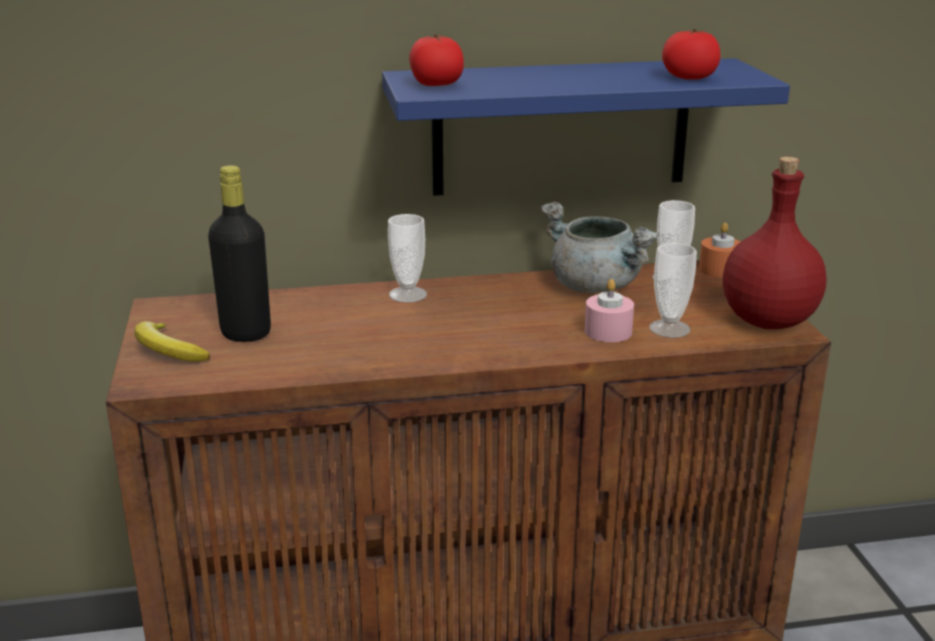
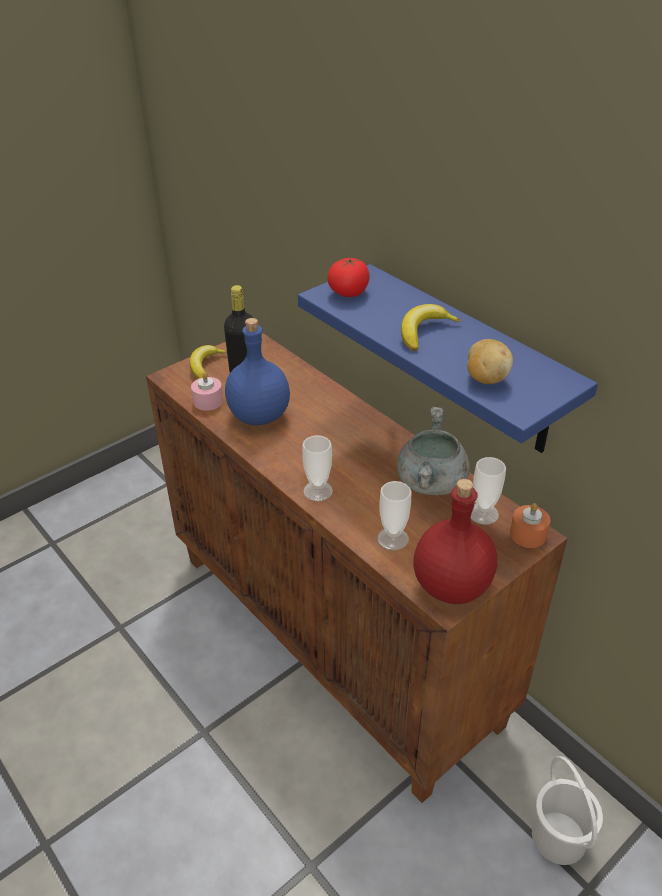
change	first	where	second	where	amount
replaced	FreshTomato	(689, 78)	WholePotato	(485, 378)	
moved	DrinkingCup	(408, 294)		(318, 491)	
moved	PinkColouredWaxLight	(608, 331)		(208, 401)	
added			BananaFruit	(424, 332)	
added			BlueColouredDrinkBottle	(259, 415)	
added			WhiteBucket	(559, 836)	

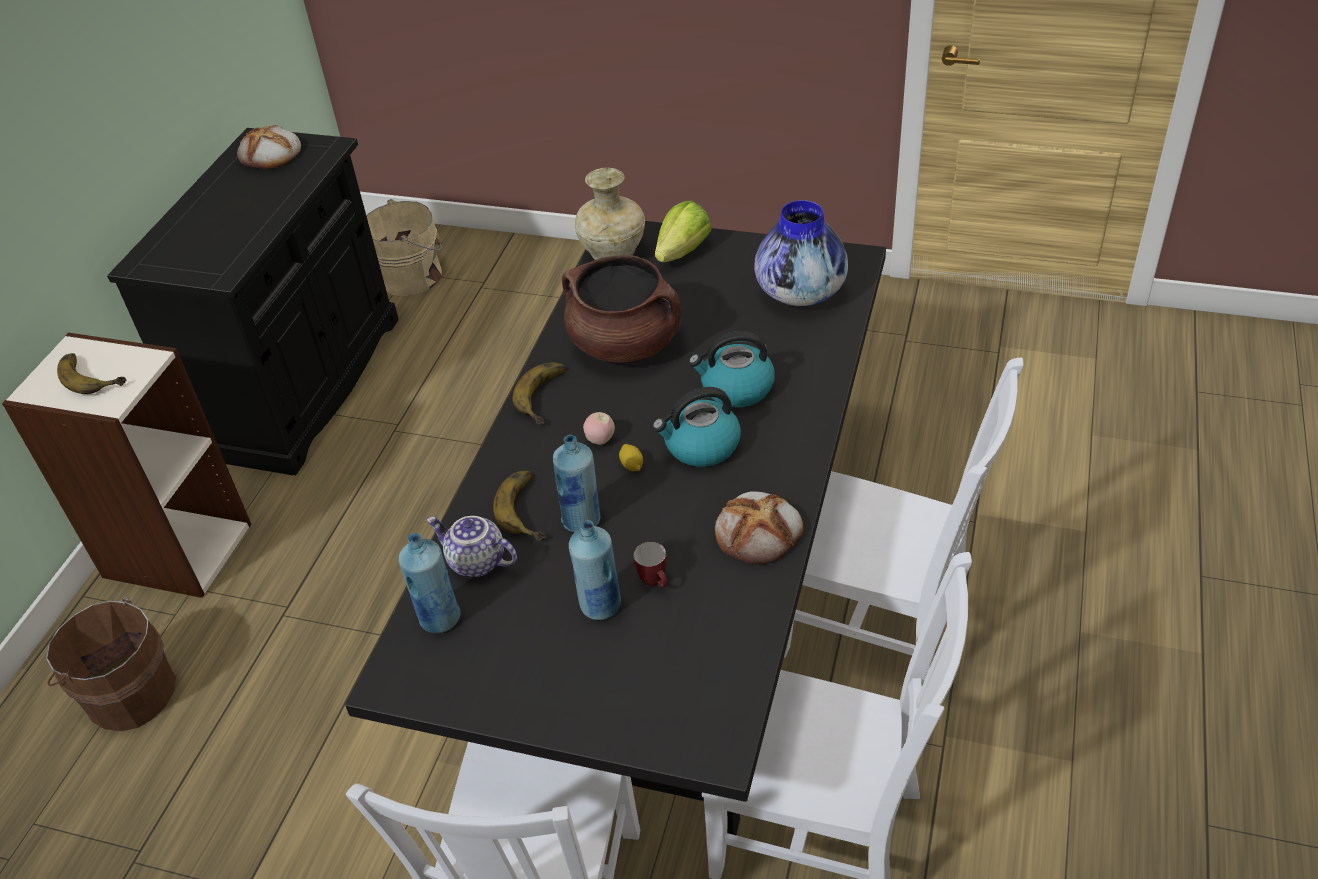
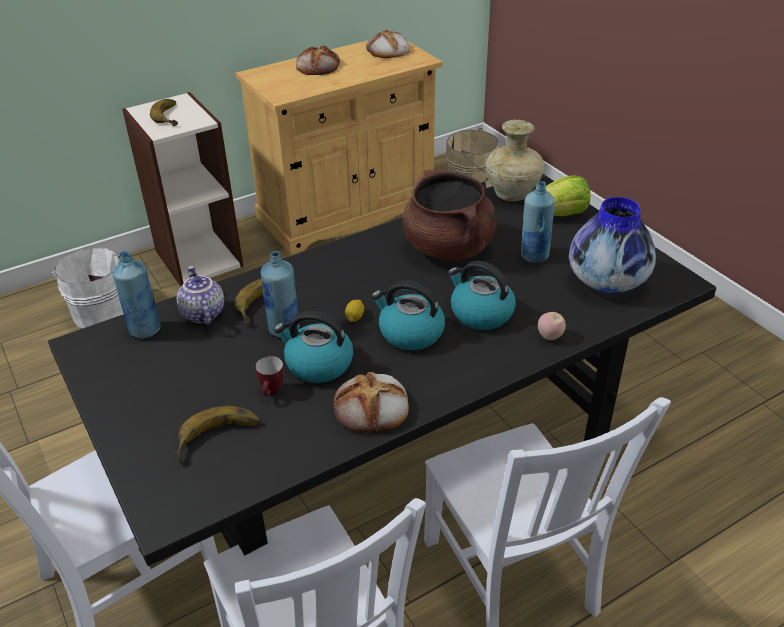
change	first	where	second	where	amount
recoloured	BlackColouredCabinet	(301, 385)	BeigeCabinet	(347, 211)	
moved	BananaFruit	(548, 396)		(219, 440)	
moved	AppleFruit	(600, 440)		(549, 337)	
moved	BlueColouredDrinkBottle	(600, 606)		(534, 256)	
recoloured	BrownBucket	(128, 692)	WhiteBucket	(101, 311)	
added			Bread	(318, 66)	
added			WaterKettle	(318, 364)	

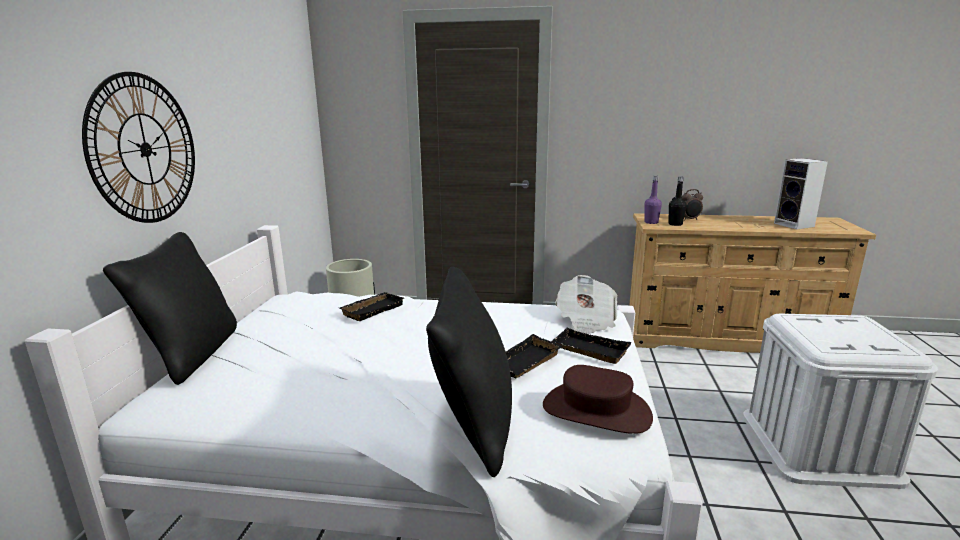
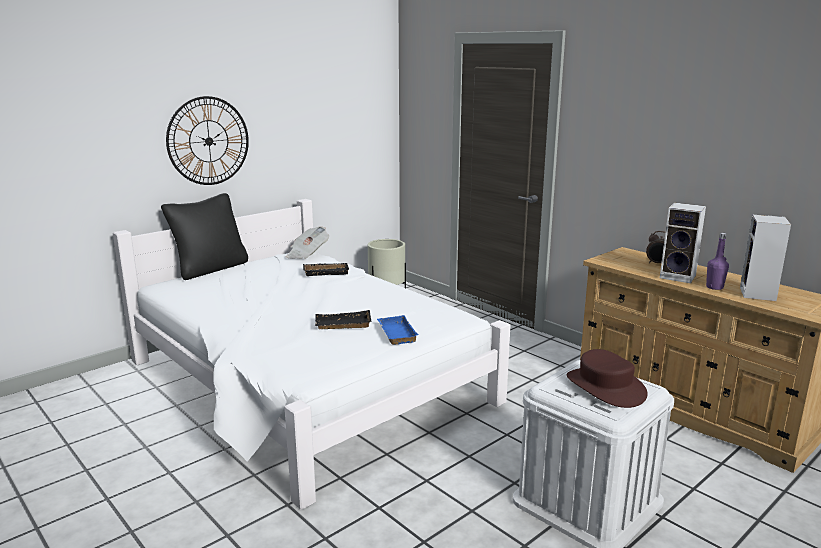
change	first	where	second	where	amount
moved	PurpleDrinkBottle	(651, 222)		(714, 287)	
removed	BlackColouredDrinkBottle	(675, 224)			
removed	BlackColouredThrowPillow	(473, 425)			
moved	Newspaper	(586, 321)		(307, 254)	
recoloured	BlackColouredTray	(588, 351)	BlueColouredTray	(395, 333)	
moved	BrownWearableHat	(596, 411)		(604, 387)	
added			AudioSpeaker	(679, 277)	

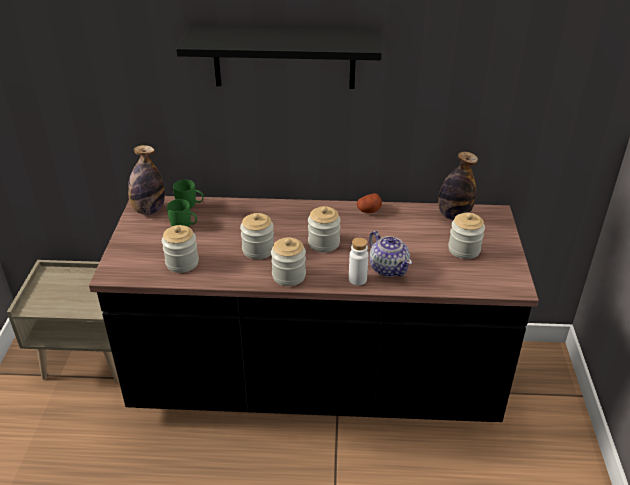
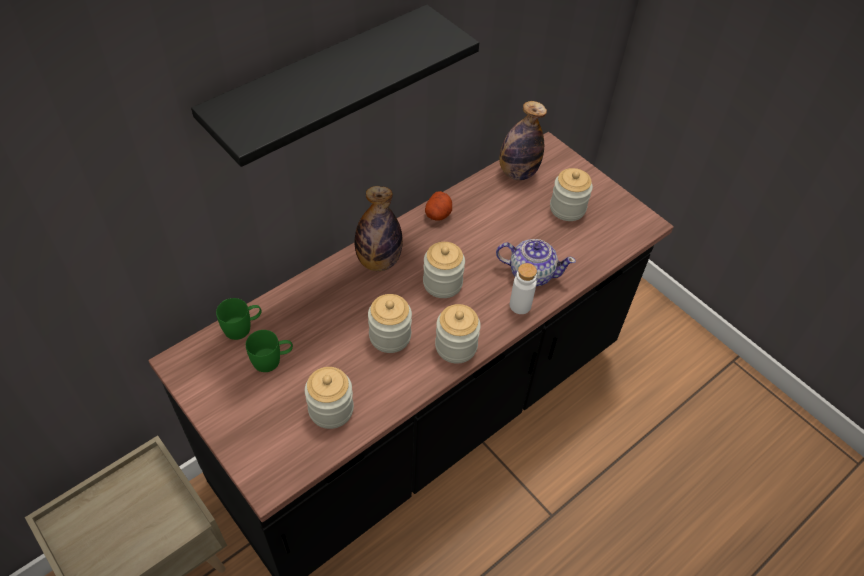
change	first	where	second	where	amount
moved	DrinkBottle	(149, 210)		(378, 261)	

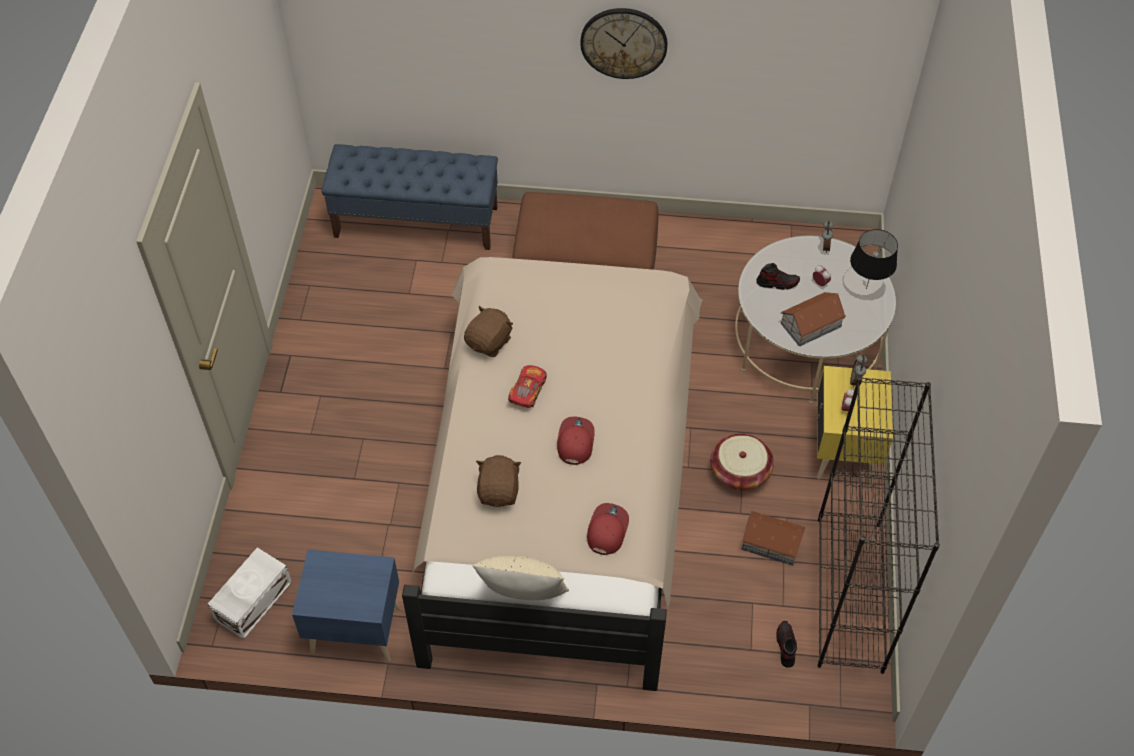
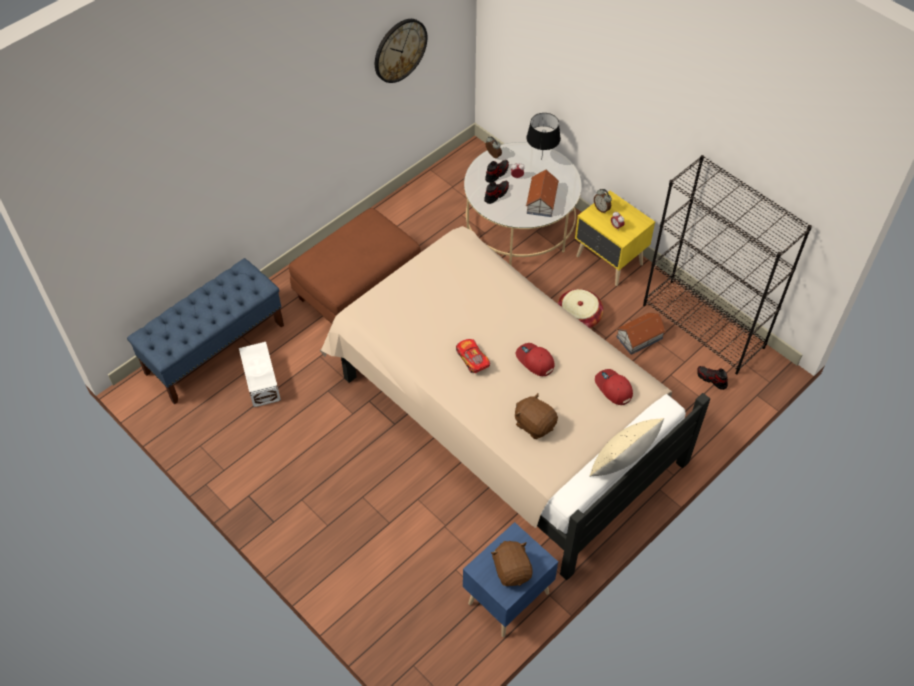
change	first	where	second	where	amount
moved	HangingClock	(624, 42)		(400, 50)	
moved	BrownPlushToy	(489, 342)		(512, 570)	
moved	WhiteStorageContainer	(252, 602)		(261, 382)	
added			Shoe	(497, 173)	

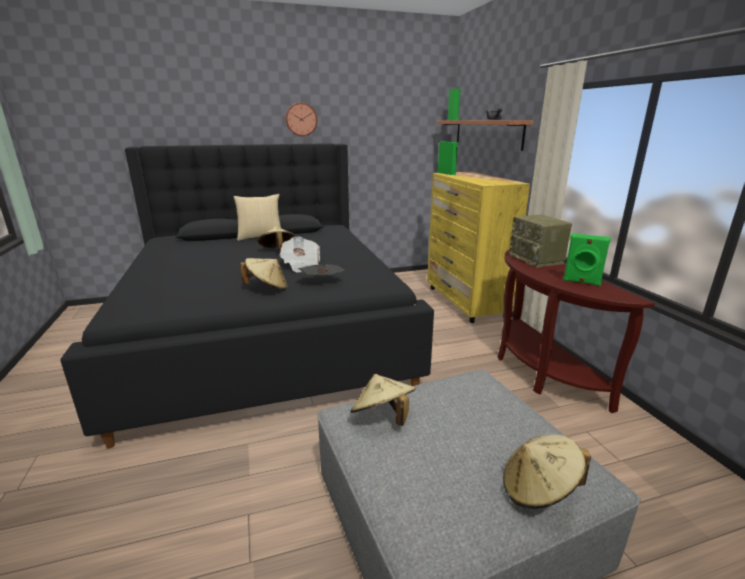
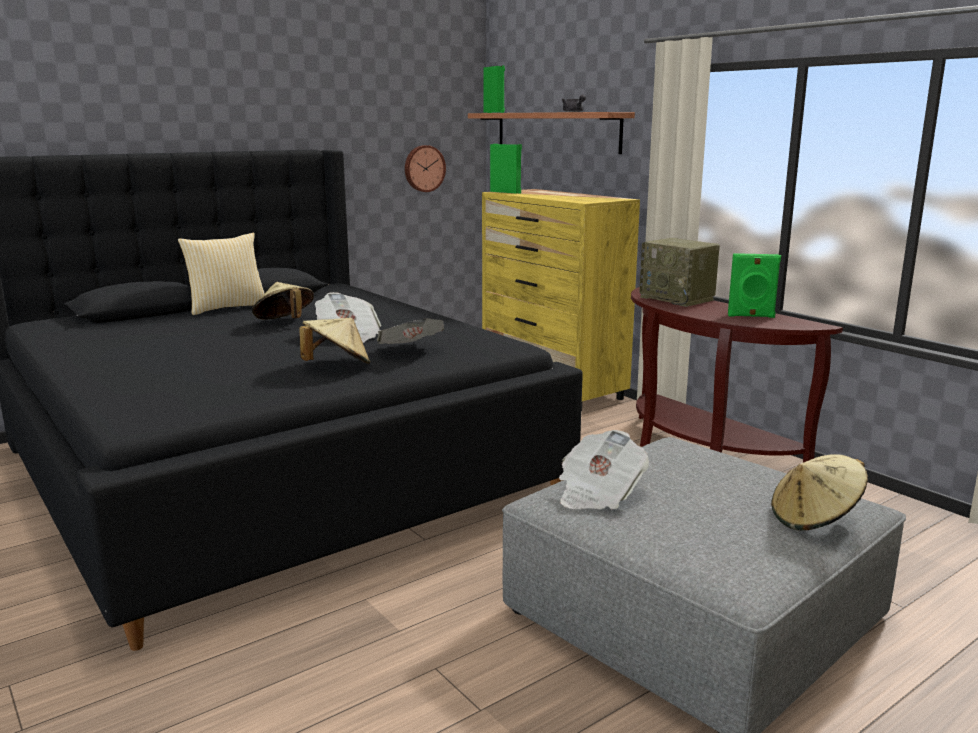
change	first	where	second	where	amount
moved	HangingClock	(301, 119)		(424, 168)	
replaced	BeigeWearableHat	(383, 417)	Newspaper	(598, 494)	

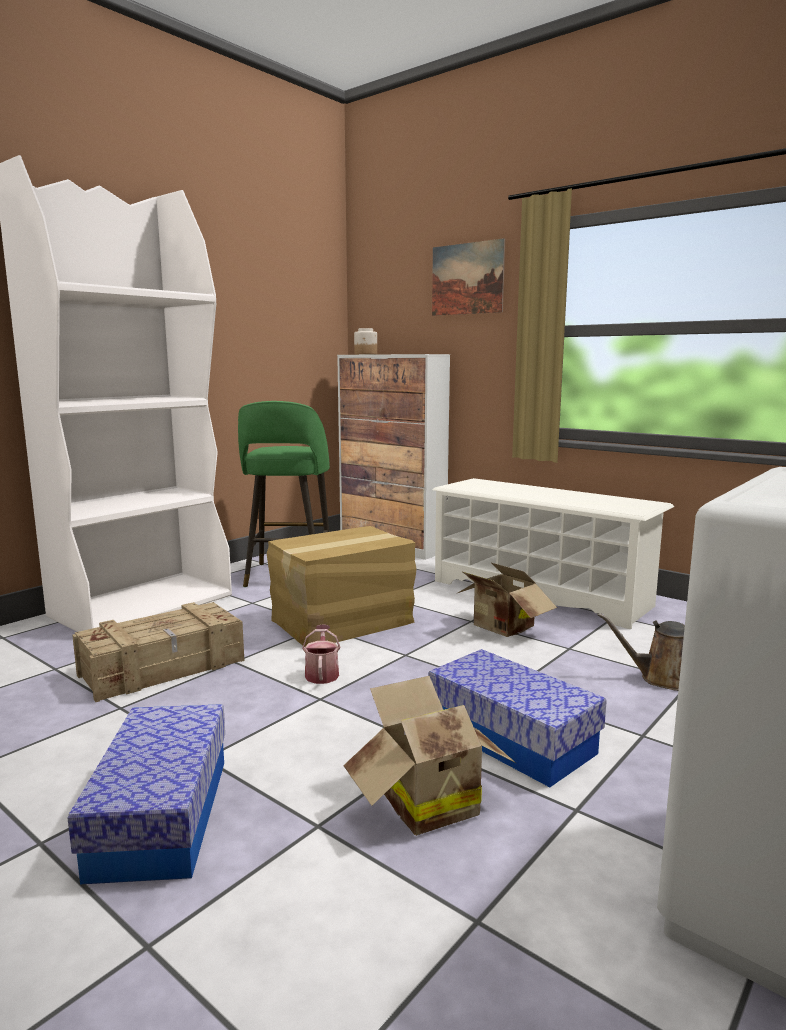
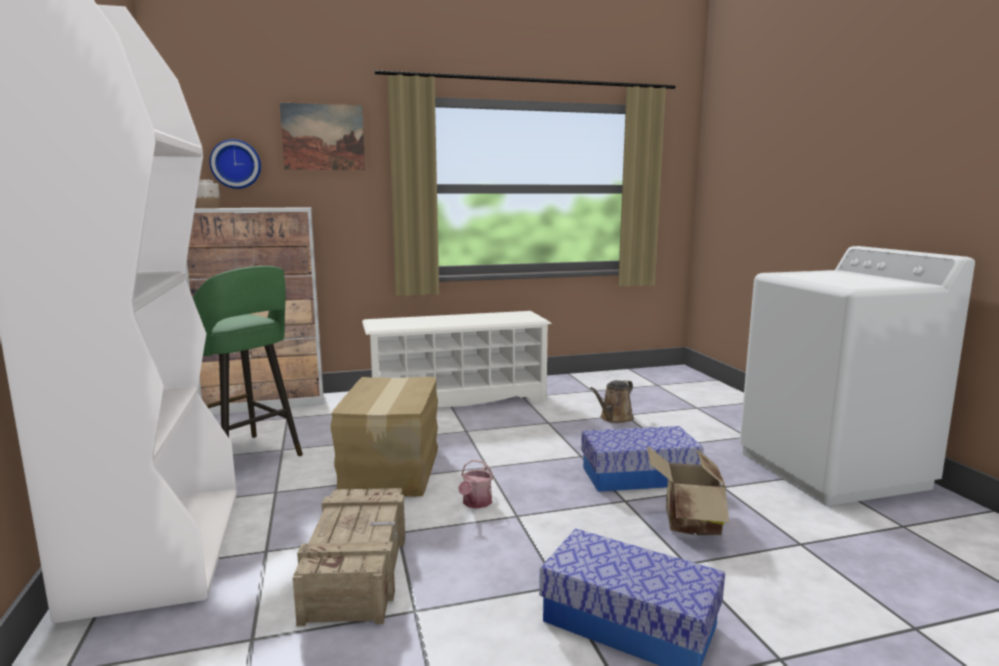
change	first	where	second	where	amount
removed	PackingBox	(501, 629)			
turned	WateringPot	(322, 673)		(475, 503)	105 degrees counterclockwise
added			HangingClock	(236, 164)	

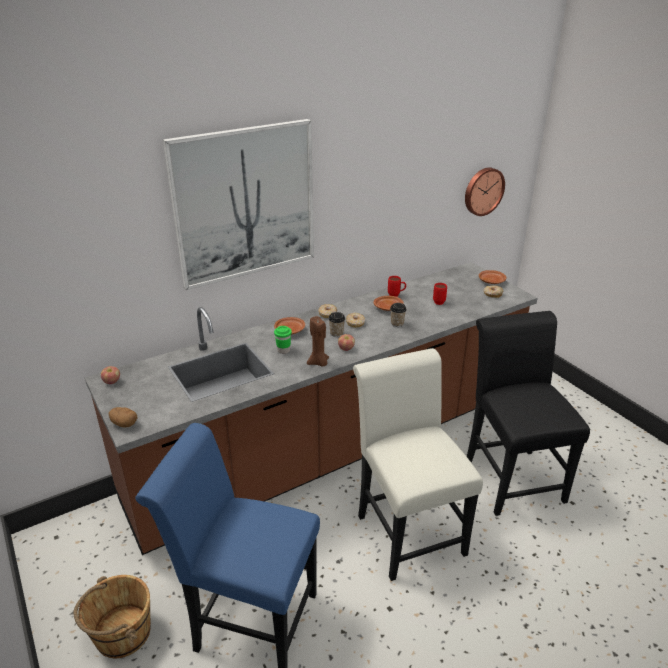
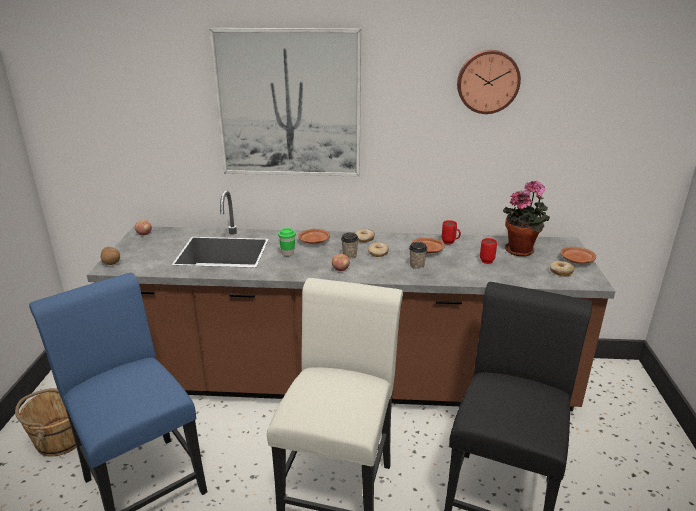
change	first	where	second	where	amount
moved	HangingClock	(483, 191)		(487, 81)	
removed	BrownWaxLight	(319, 363)			
added			PlantInAPot	(522, 250)	

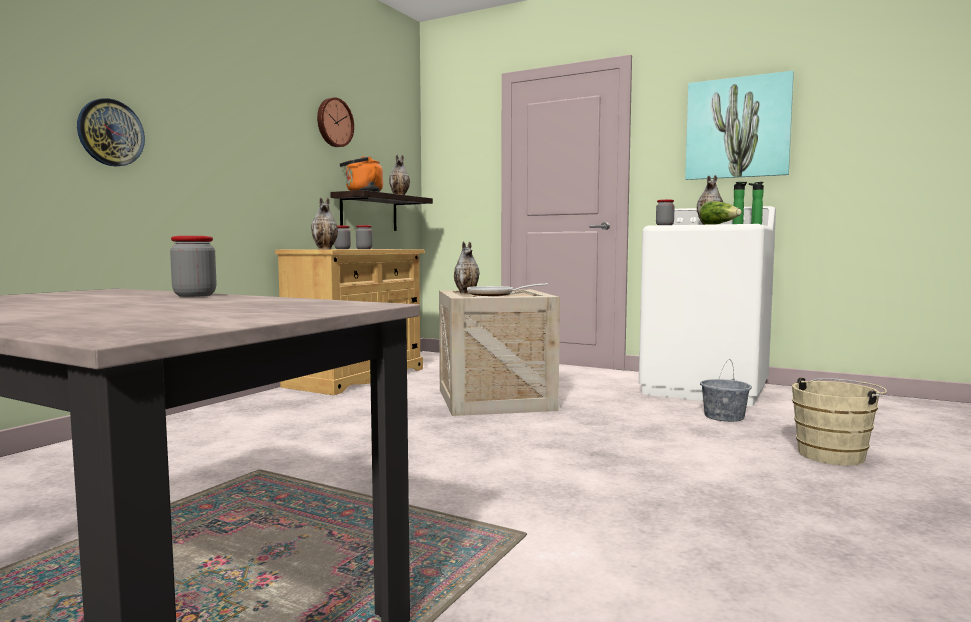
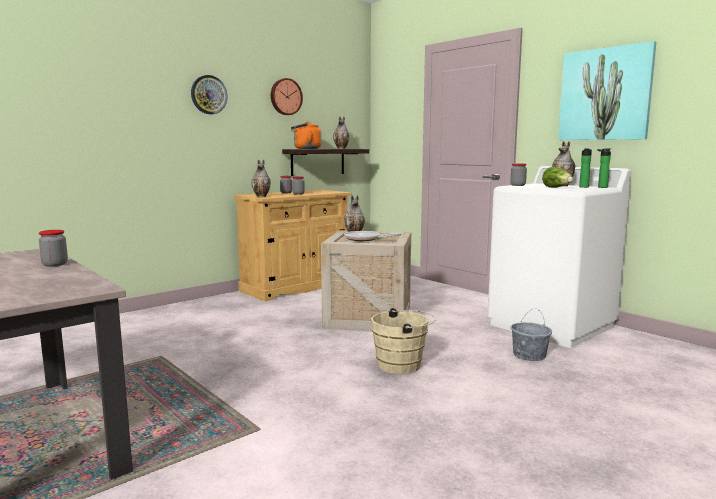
change	first	where	second	where	amount
moved	HangingClock	(110, 133)		(208, 95)	
moved	BeigeBucket	(835, 454)		(403, 365)	

